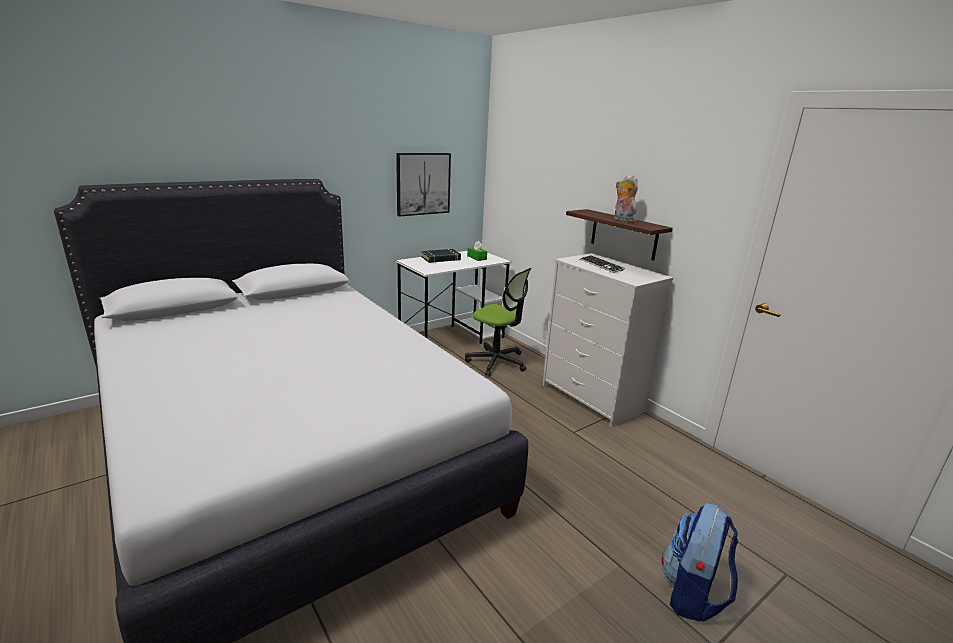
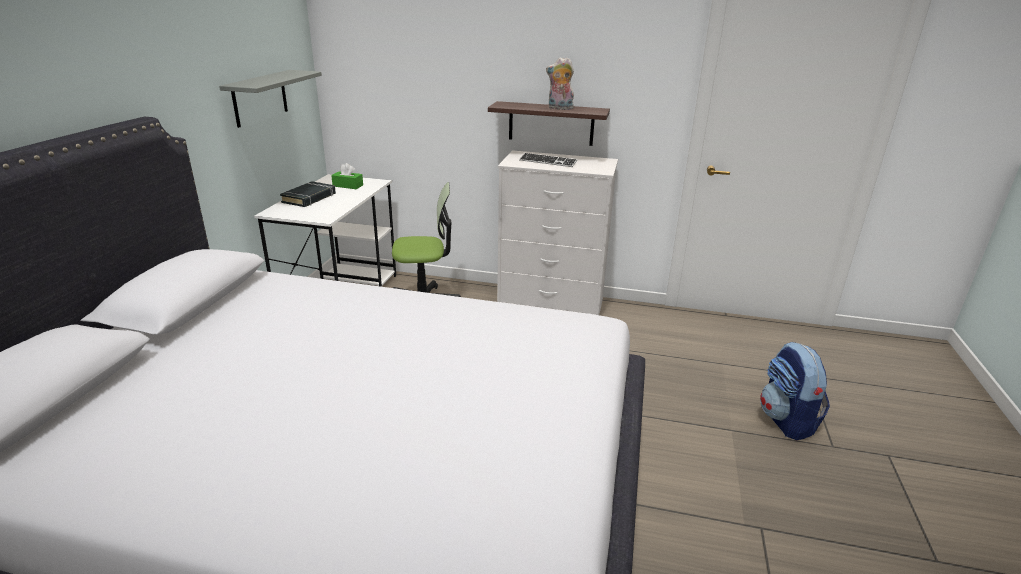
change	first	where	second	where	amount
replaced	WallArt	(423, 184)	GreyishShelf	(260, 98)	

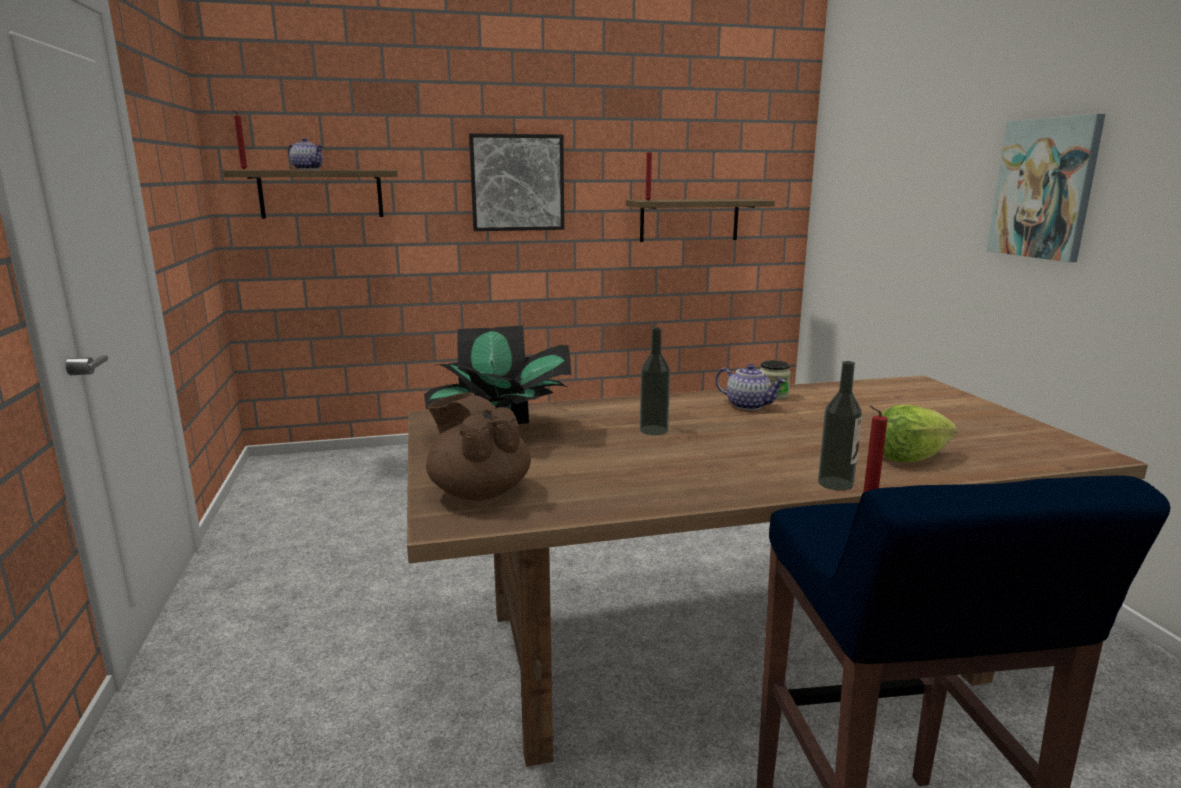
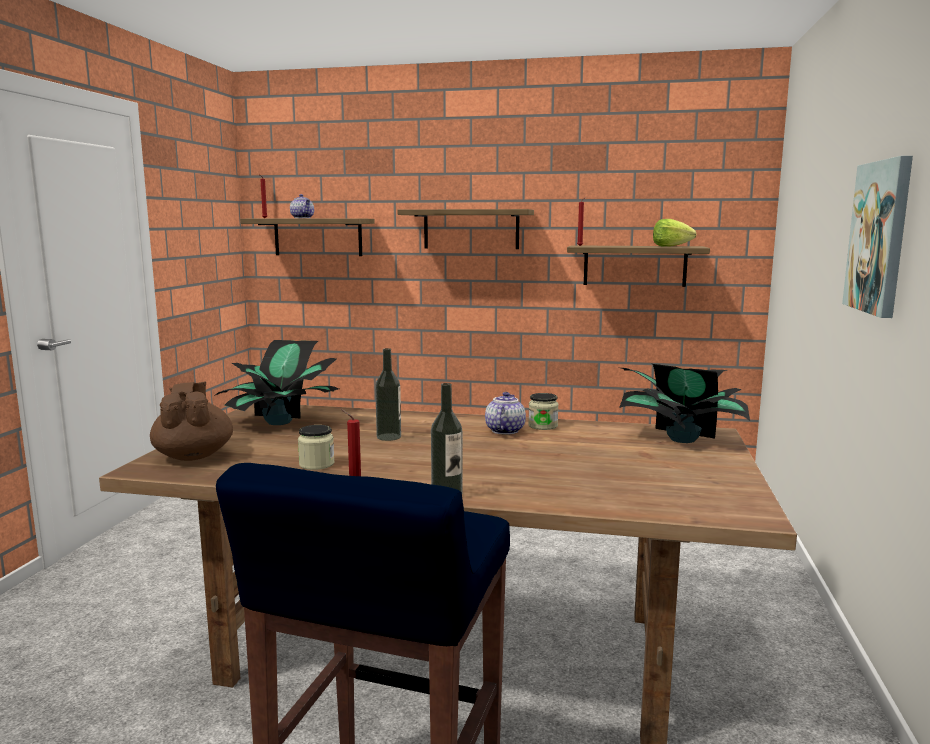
change	first	where	second	where	amount
replaced	WallArt	(517, 183)	Shelf	(471, 229)	
turned	Teapot	(748, 405)		(504, 430)	135 degrees counterclockwise
moved	Lettuce	(909, 457)		(670, 246)	
added			PlantInAPot	(680, 439)	
added			Jar	(316, 464)	

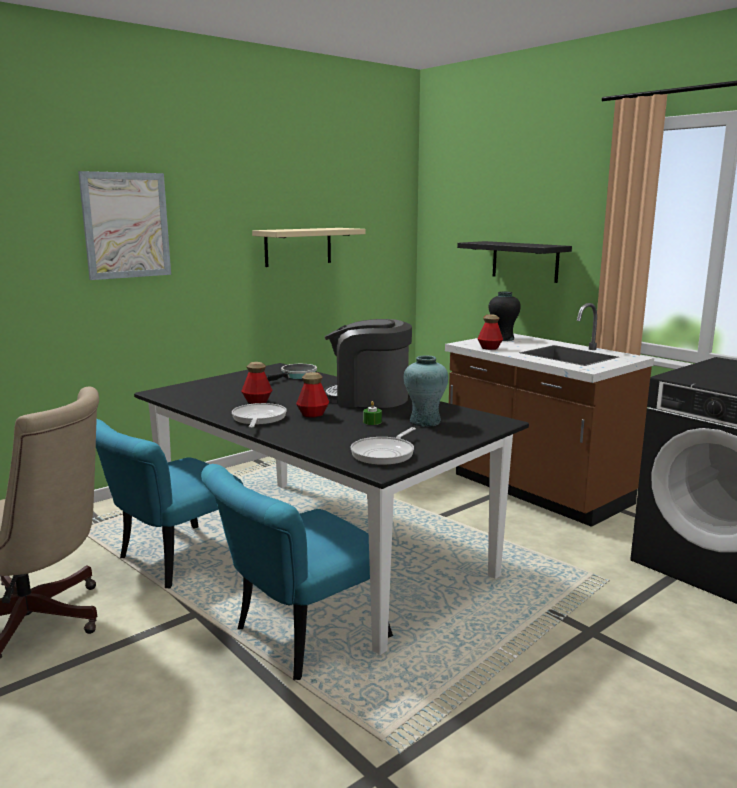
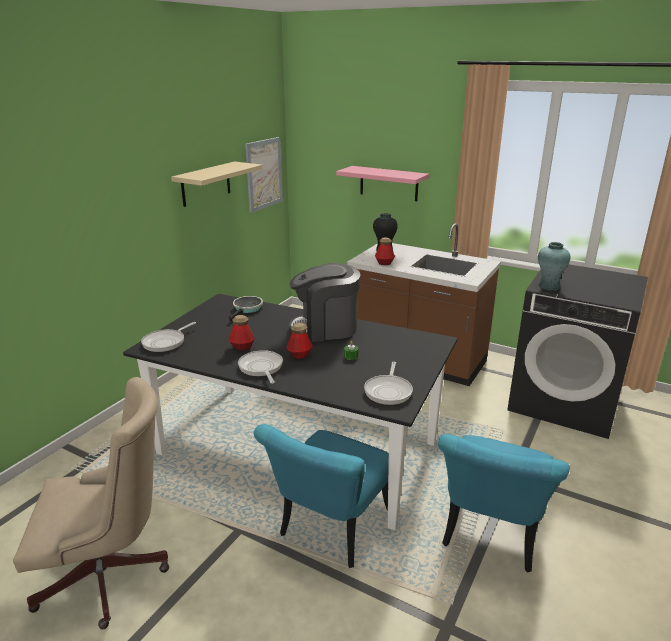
change	first	where	second	where	amount
moved	WallArt	(126, 225)		(264, 174)	
recoloured	BlackColouredShelf	(525, 261)	PinkColouredShelf	(388, 183)	
moved	TurquoiseFlowerVase	(424, 421)		(549, 286)	
moved	TurquoiseChair	(171, 561)		(490, 537)	
added			Pan	(166, 342)	

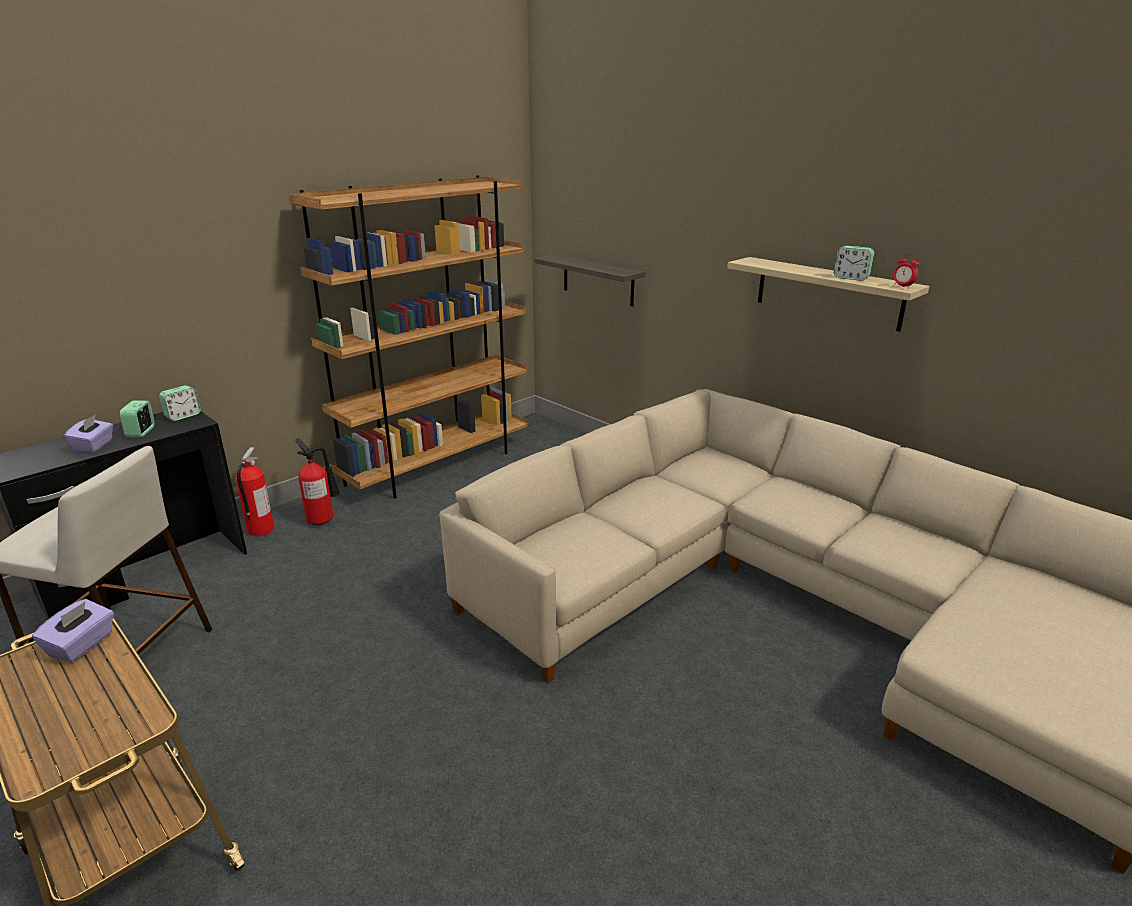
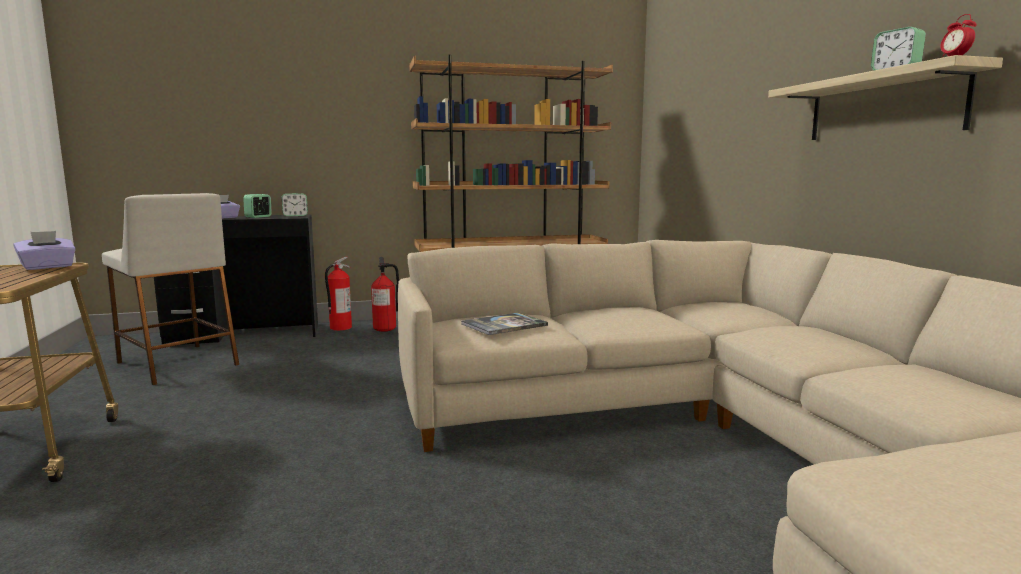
change	first	where	second	where	amount
removed	Shelf	(598, 280)			
added			Book	(504, 325)	

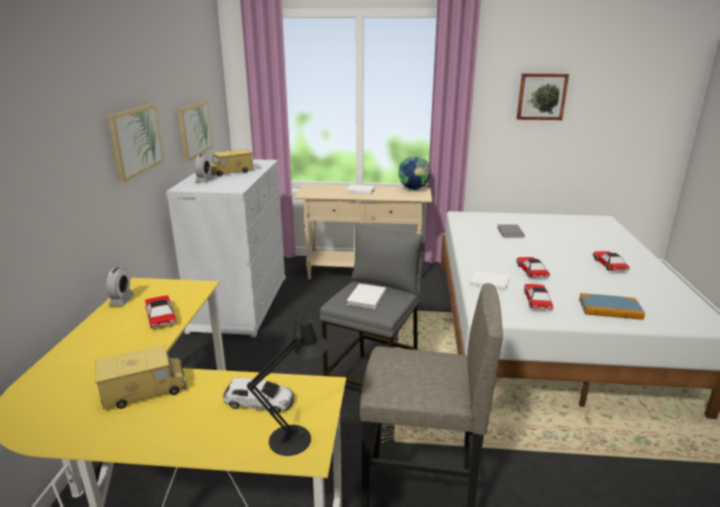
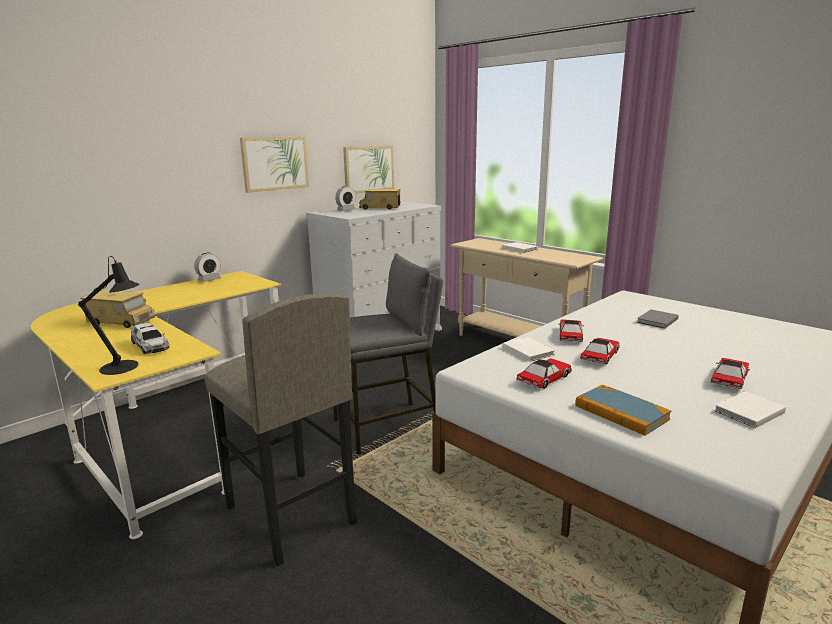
change	first	where	second	where	amount
removed	WallArt	(541, 96)			
removed	DeskGlobe	(413, 189)			
moved	WhiteBook	(365, 298)		(747, 412)	
moved	ModelCar	(161, 316)		(570, 335)	

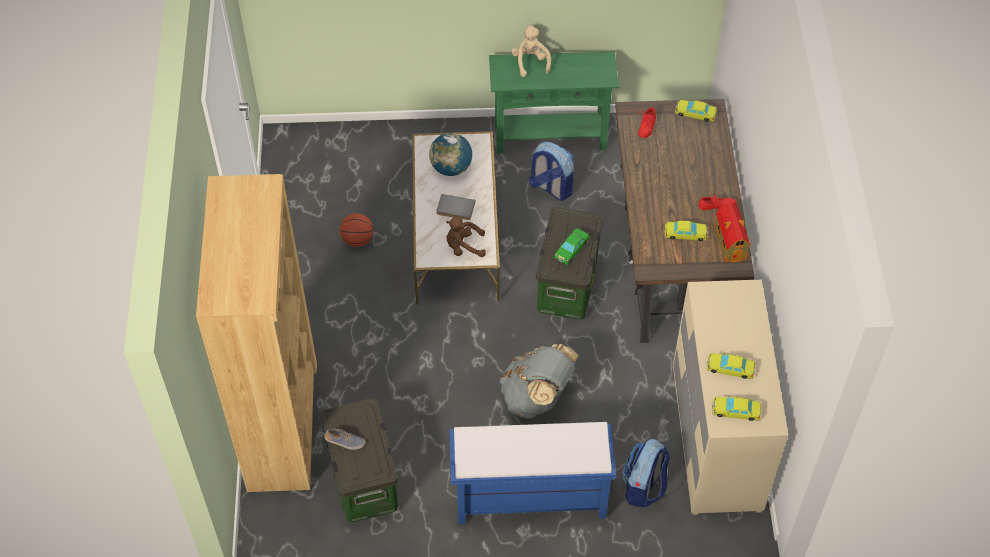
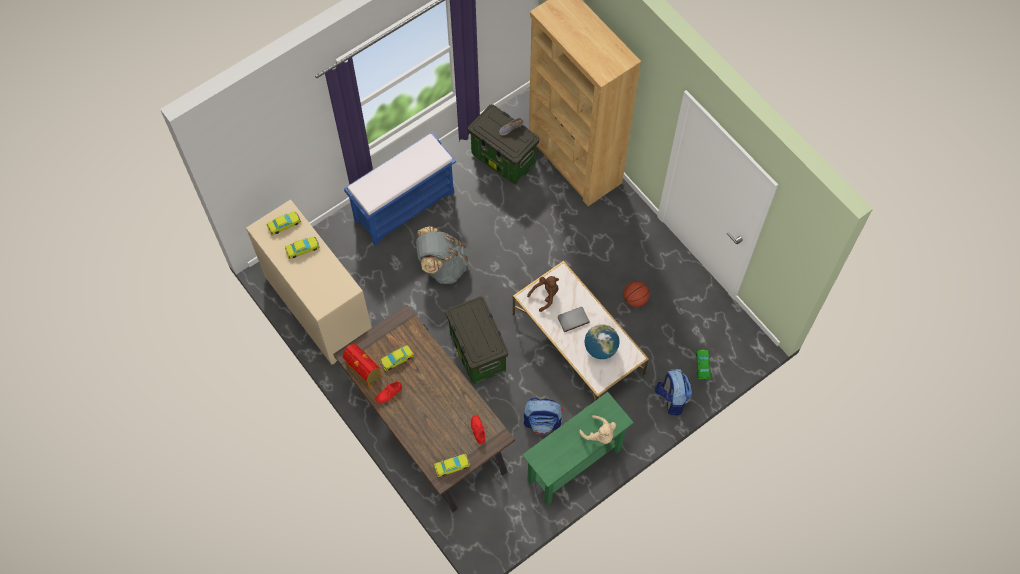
change	first	where	second	where	amount
moved	GreenishModelCar	(571, 248)		(703, 365)	
moved	Backpack	(643, 487)		(671, 398)	

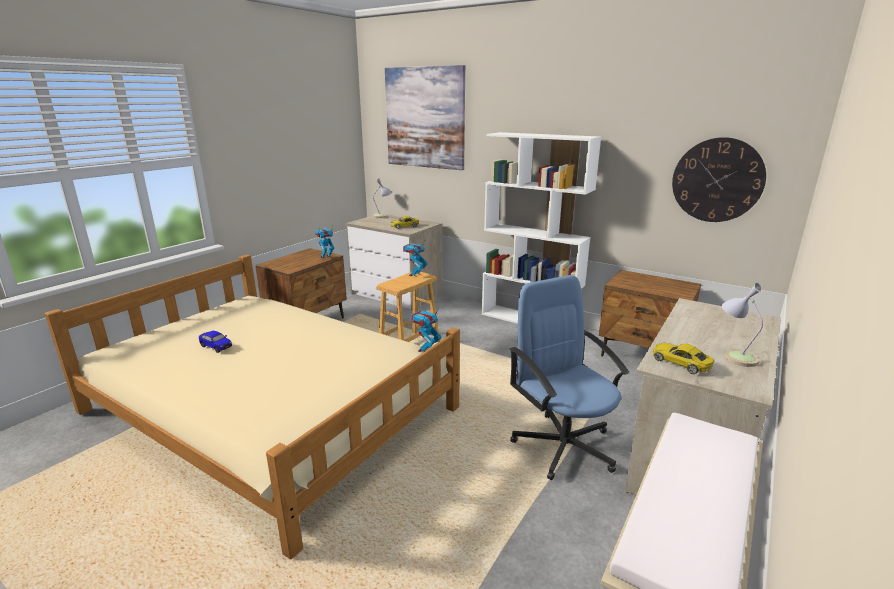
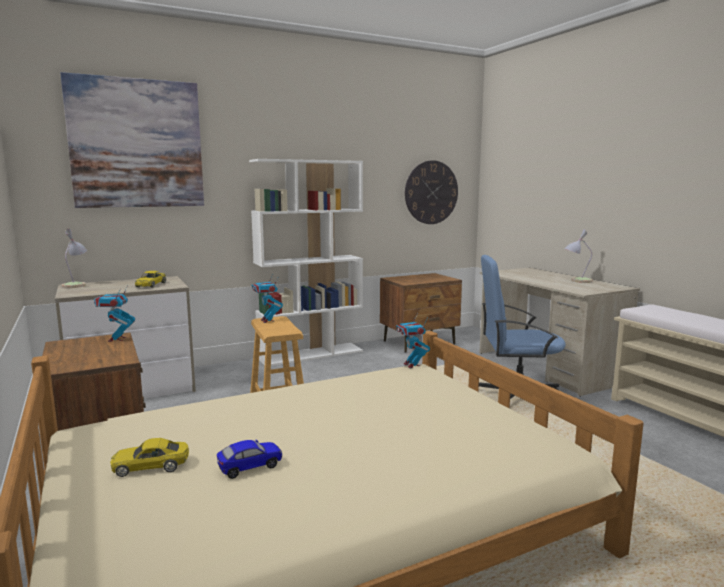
change	first	where	second	where	amount
moved	YellowModelCar	(681, 363)		(151, 466)	

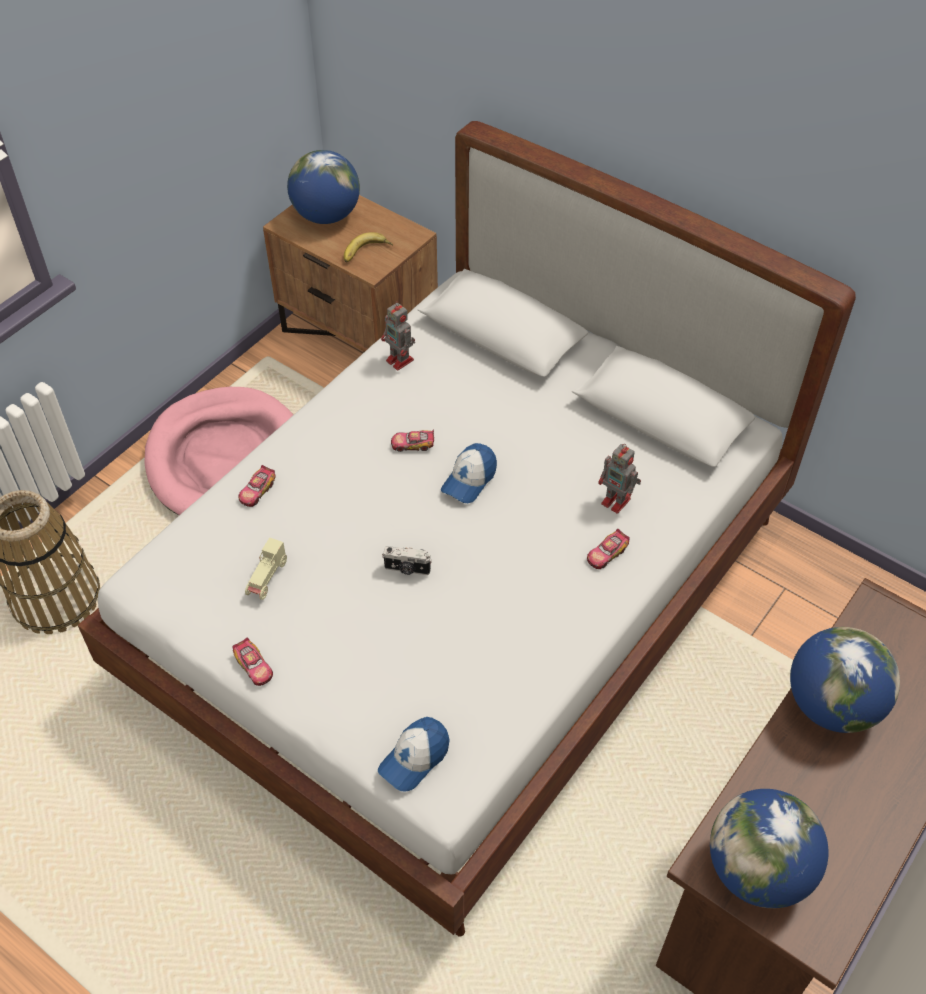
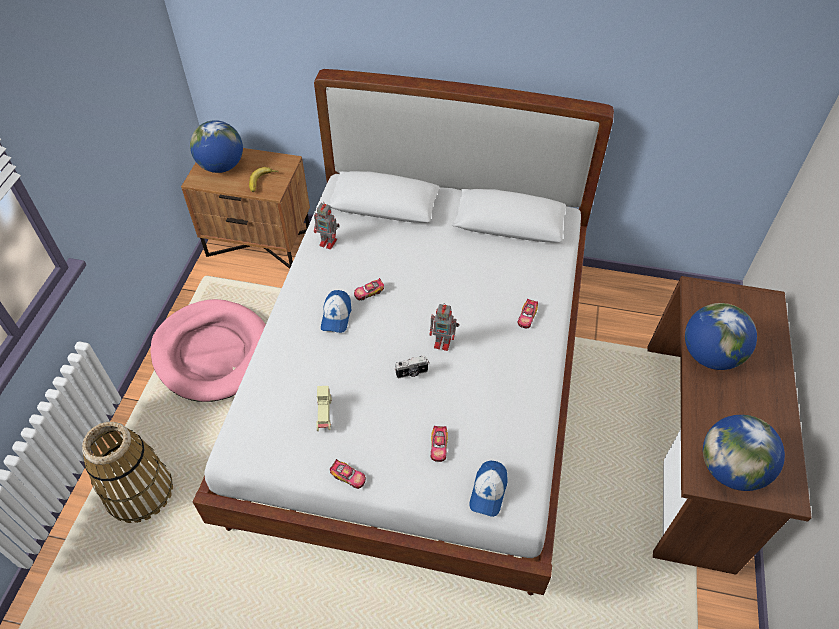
change	first	where	second	where	amount
moved	PeakedCap	(469, 480)		(336, 316)	
moved	ModelRobot	(617, 502)		(443, 343)	
moved	ModelCar	(257, 491)		(439, 446)	

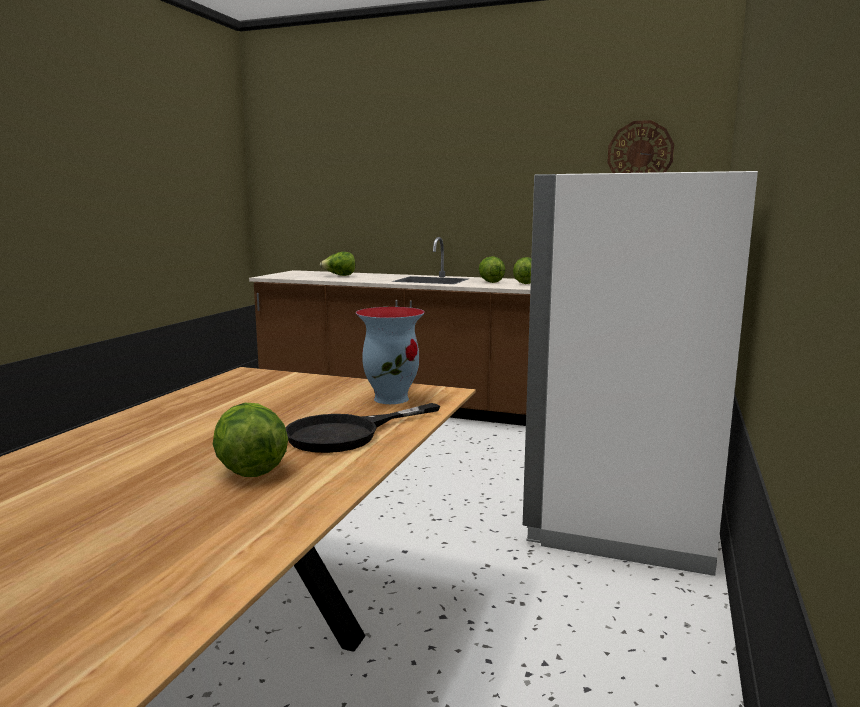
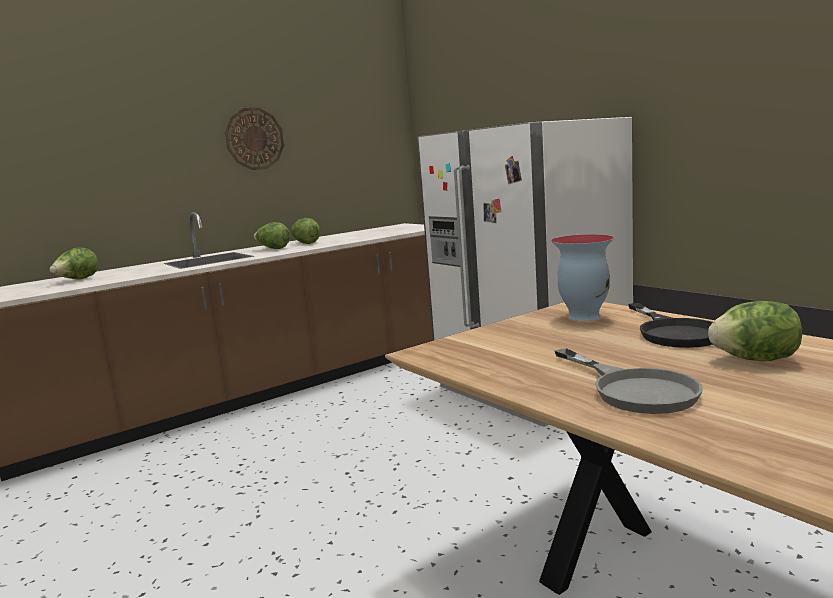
change	first	where	second	where	amount
moved	HangingClock	(640, 153)		(254, 139)	
added			GreyishPan	(633, 389)	

